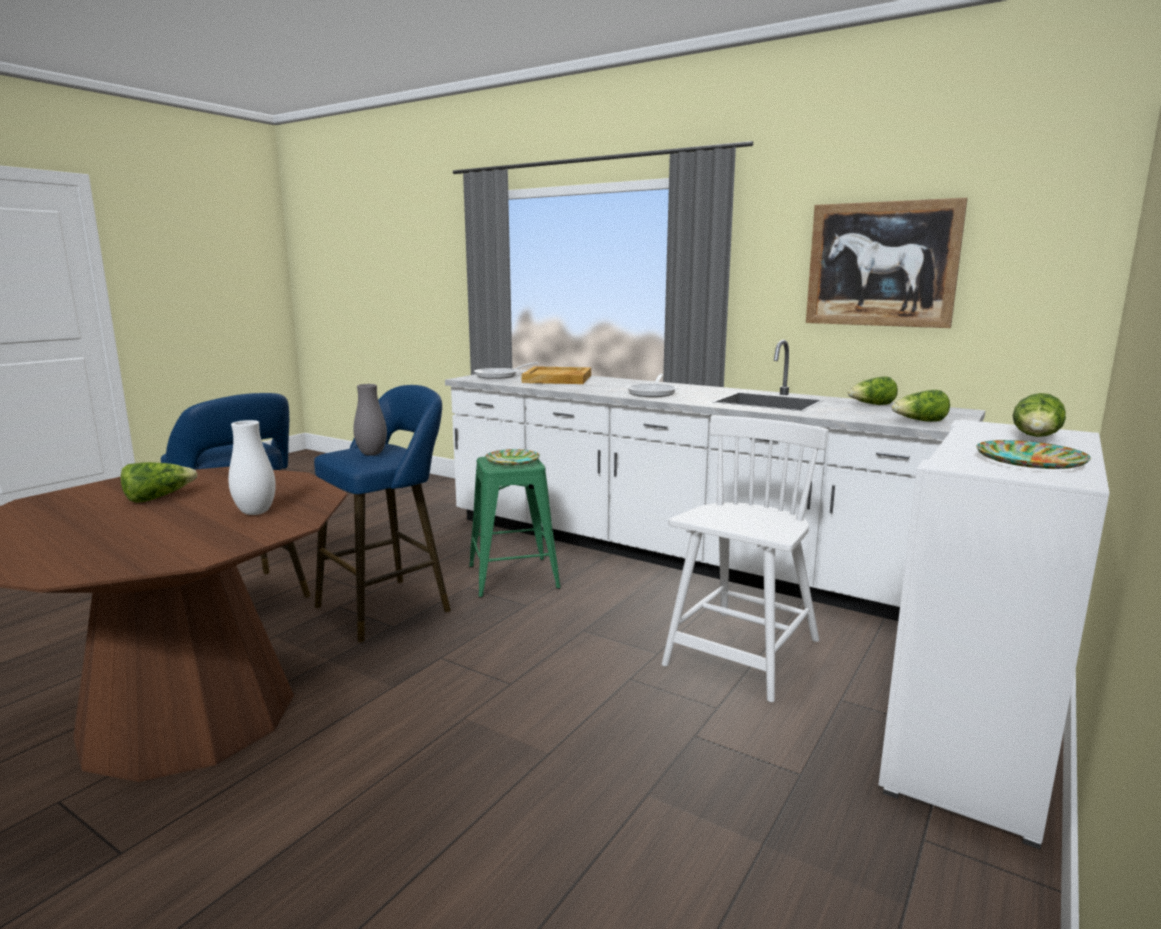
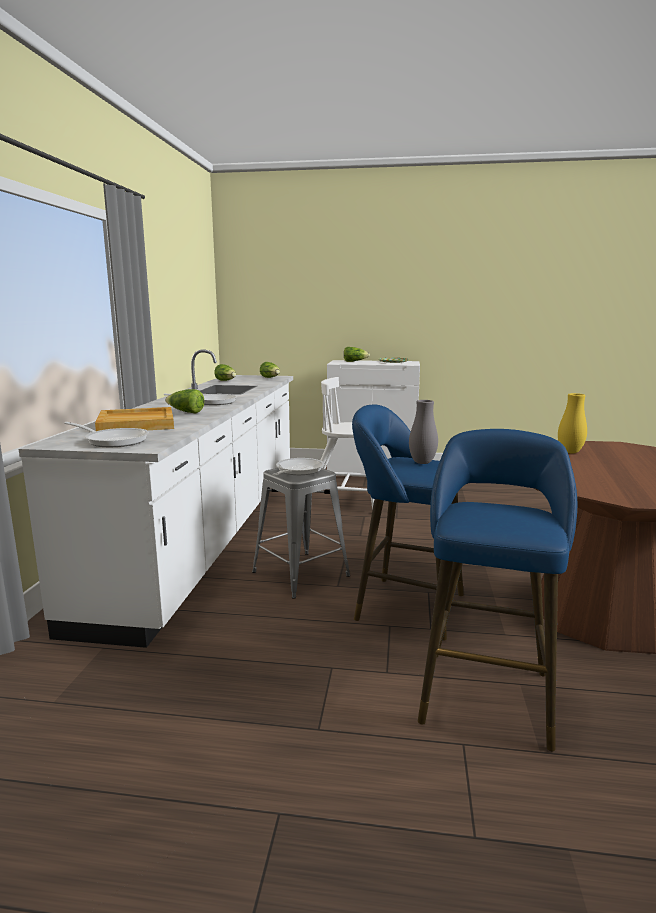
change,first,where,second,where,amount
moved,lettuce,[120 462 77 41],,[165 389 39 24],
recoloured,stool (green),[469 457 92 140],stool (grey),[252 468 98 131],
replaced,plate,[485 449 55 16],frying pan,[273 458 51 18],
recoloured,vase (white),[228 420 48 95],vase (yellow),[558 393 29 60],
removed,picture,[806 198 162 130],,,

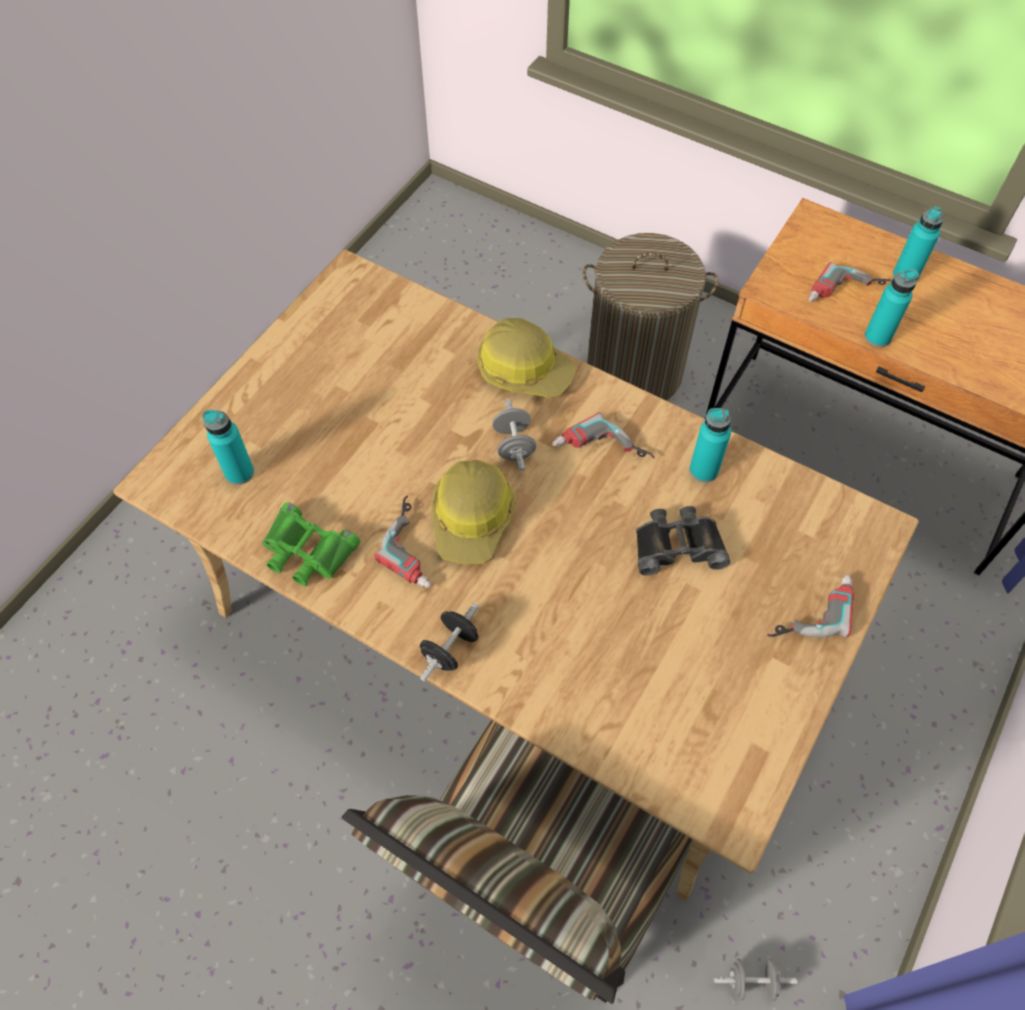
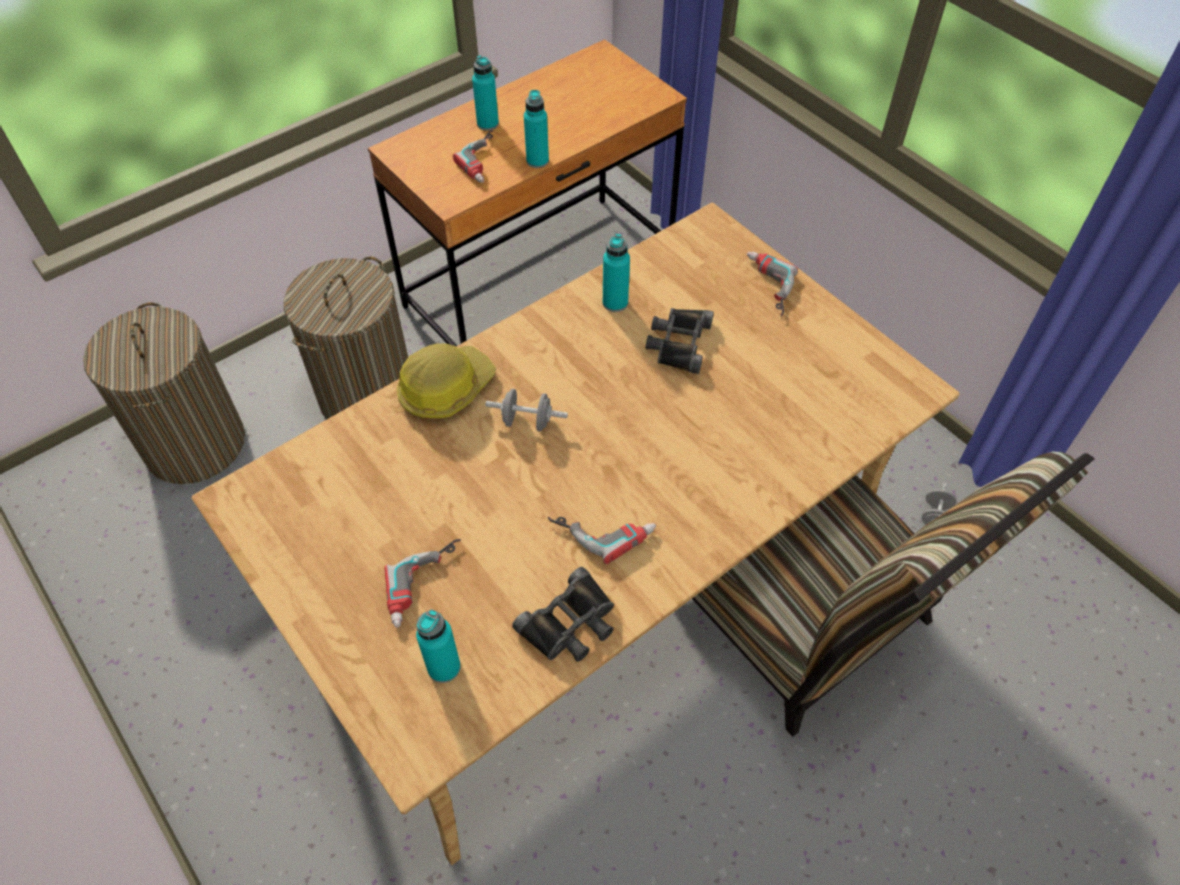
change,first,where,second,where,amount
added,,,laundry basket,[83 302 162 182],
moved,power drill,[552 412 103 46],,[385 539 76 89],
recoloured,binoculars (green),[262 502 98 84],binoculars (black),[512 567 102 95],
removed,dumbbell (black),[420 603 59 79],,,
removed,hard hat,[431 460 85 104],,,

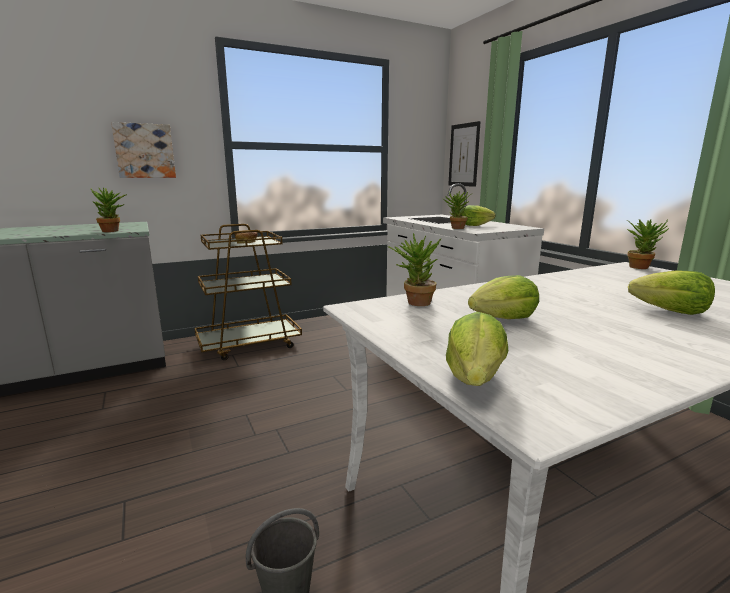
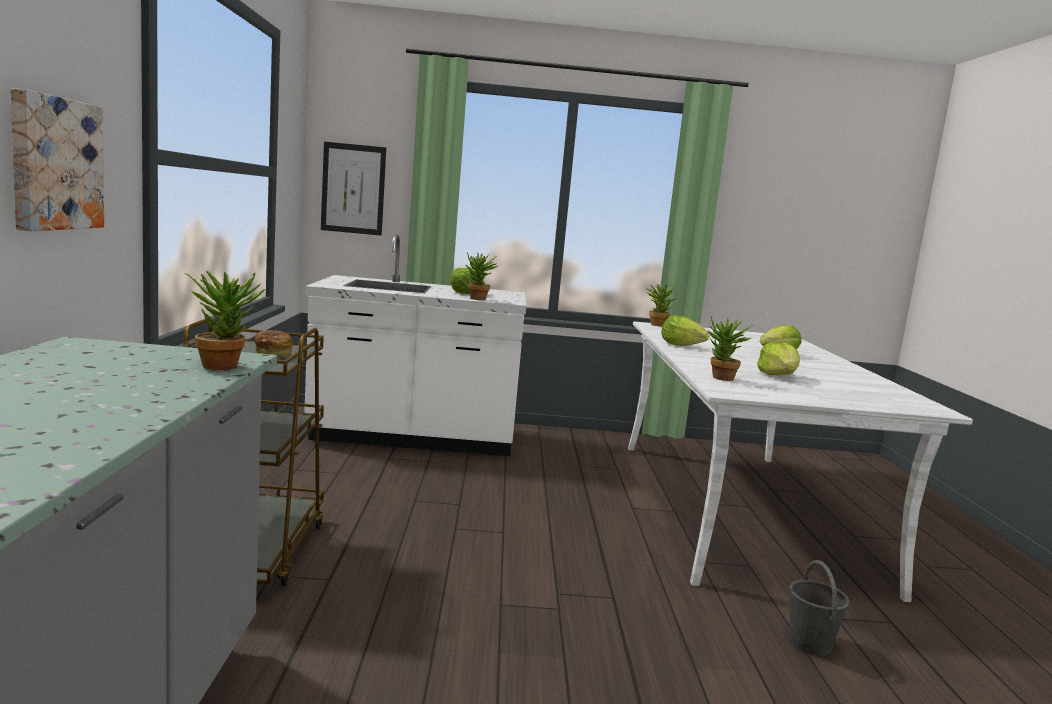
change,first,where,second,where,amount
moved,lettuce,[446 312 62 74],,[661 315 48 31],

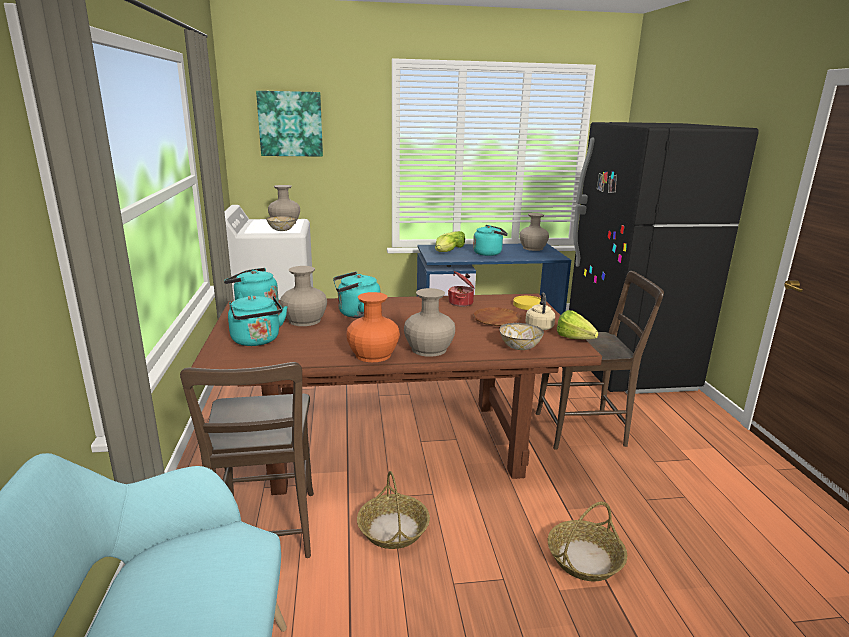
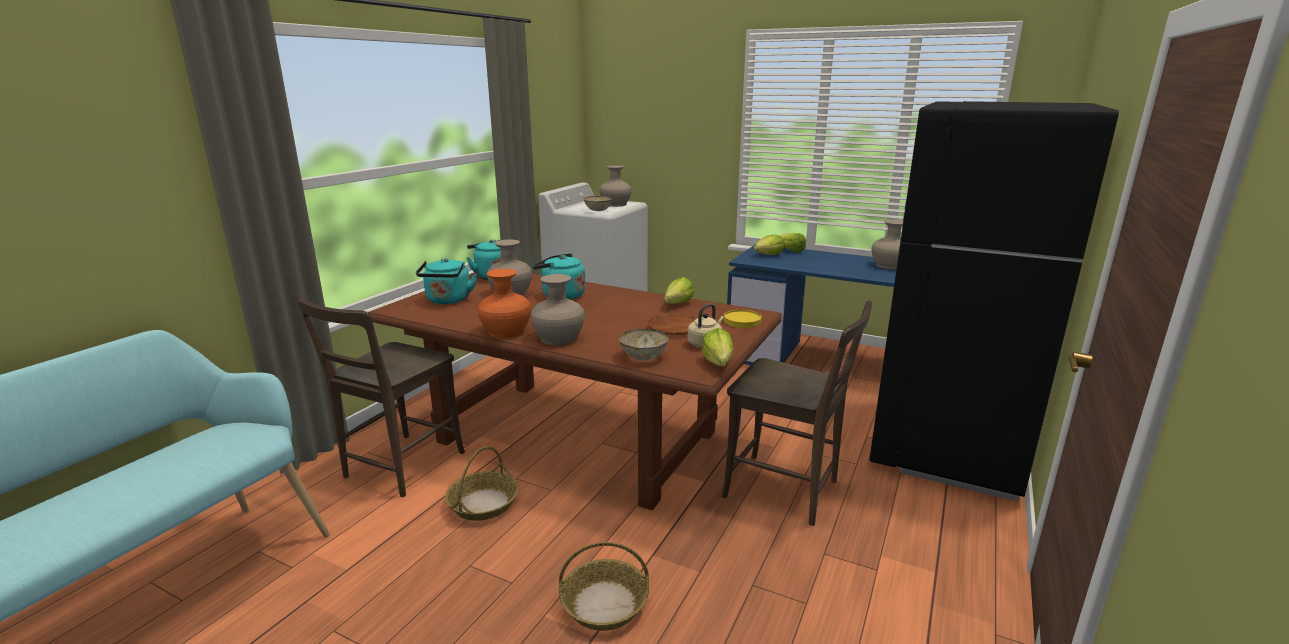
change,first,where,second,where,amount
replaced,cooking pot,[448 271 27 36],lettuce,[664 277 30 27],
removed,picture,[256 91 67 66],,,
removed,kettle (turquoise),[473 225 35 31],,,

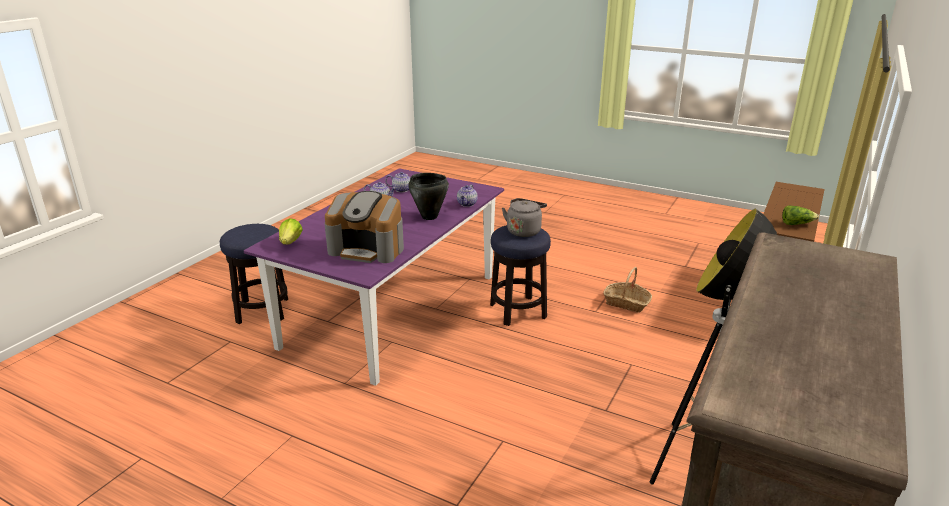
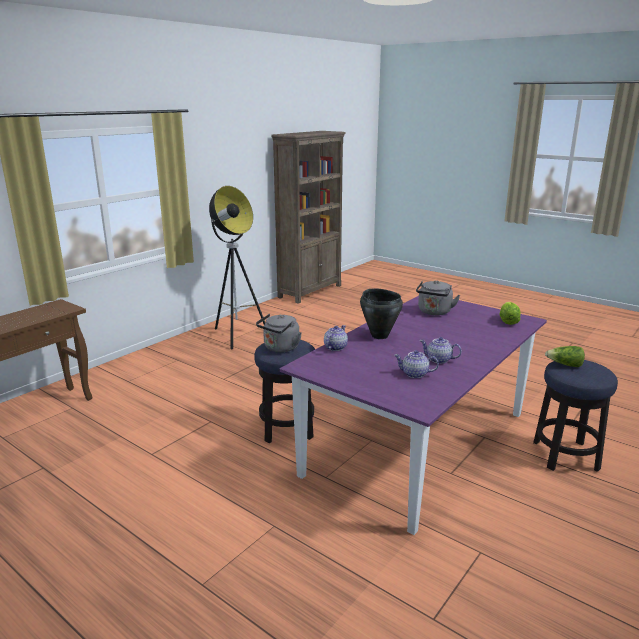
change,first,where,second,where,amount
replaced,coffee machine,[324 191 80 72],kettle (grey),[416 280 44 35],
moved,lettuce,[782 206 37 19],,[545 346 40 21],
removed,basket,[603 267 49 46],,,

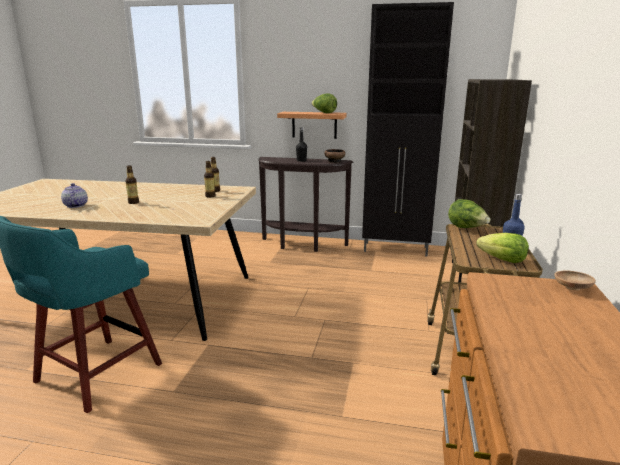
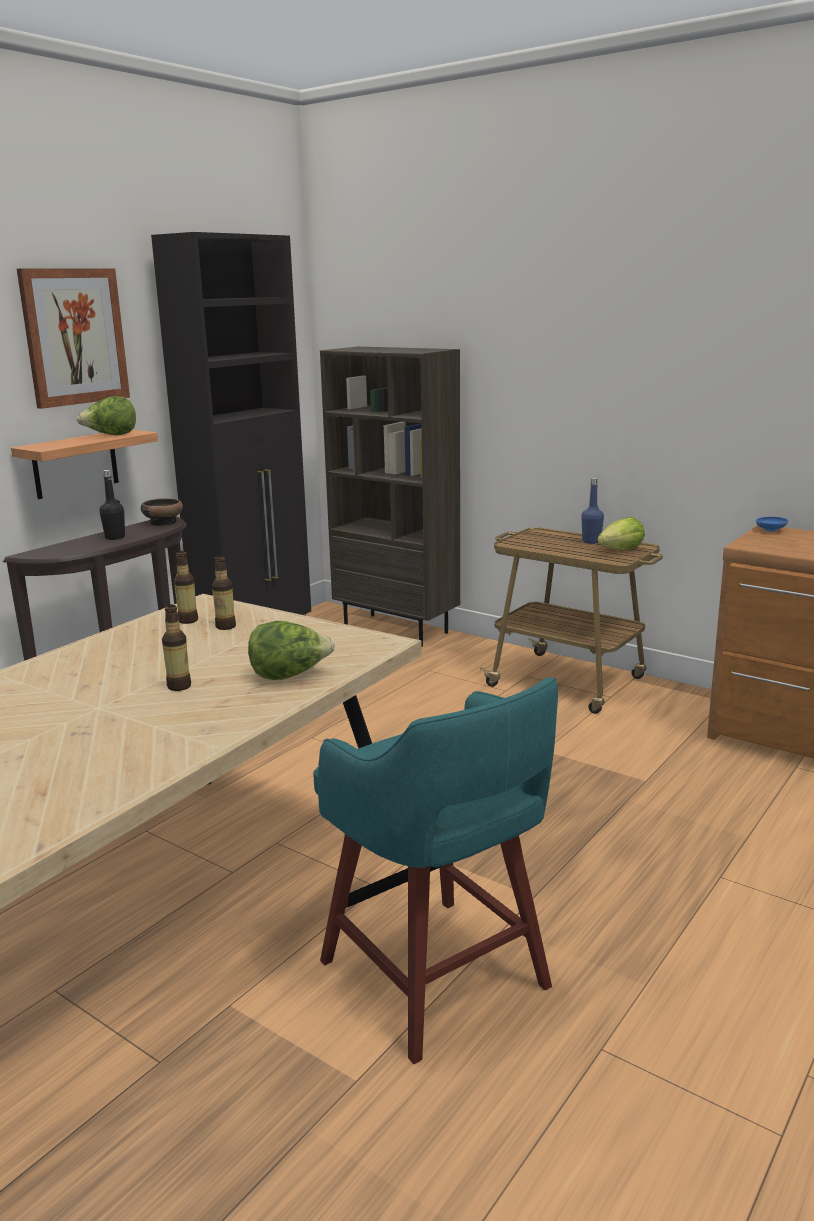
change,first,where,second,where,amount
added,,,picture,[17 268 113 141],
moved,lettuce,[448 199 42 29],,[248 621 87 59],
recoloured,bowl (brown),[555 270 41 20],bowl (blue),[756 517 32 14],
removed,teapot,[61 183 27 25],,,

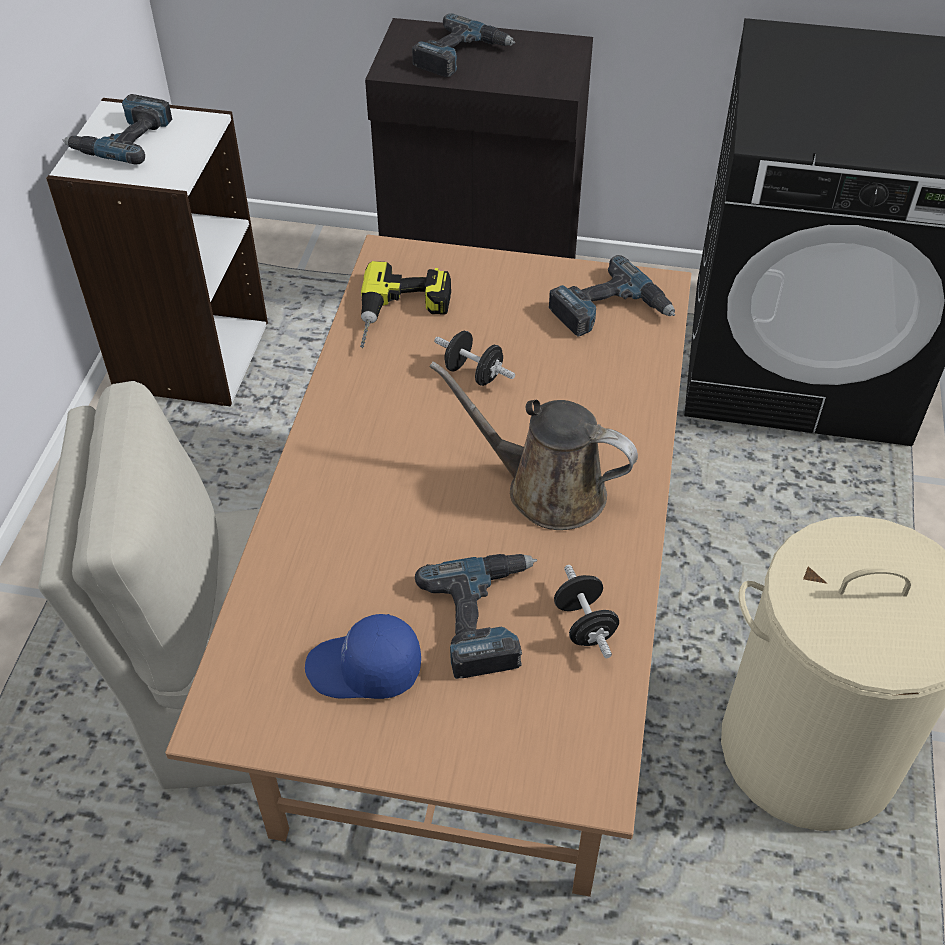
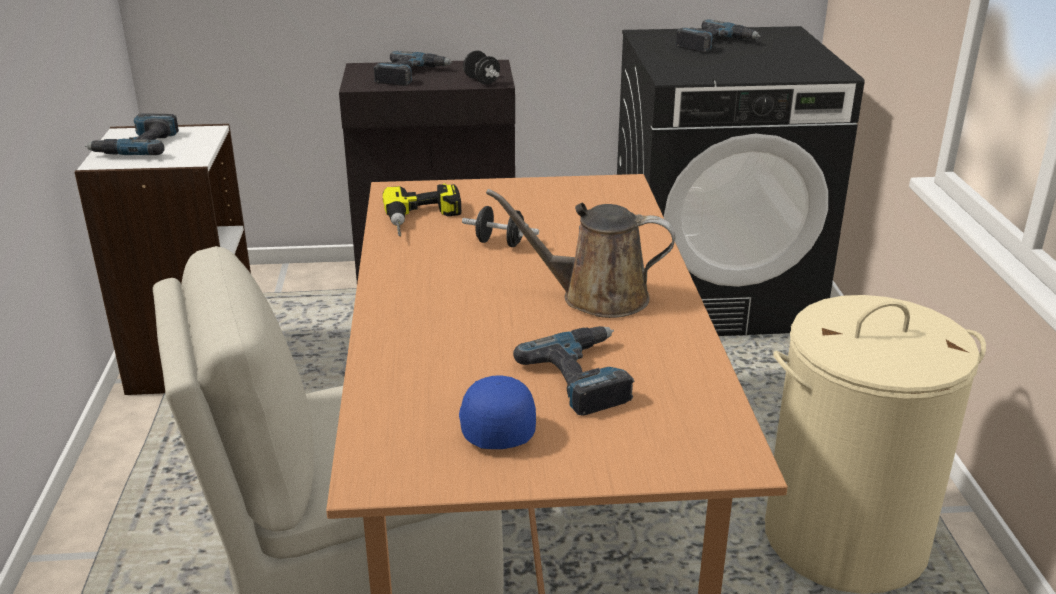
change,first,where,second,where,amount
turned,cap (blue),[305 614 116 85],,[459 375 77 74],90 degrees clockwise
moved,dumbbell (black),[554 565 65 93],,[463 50 37 34],
moved,power drill,[549 255 126 81],,[676 19 85 34],

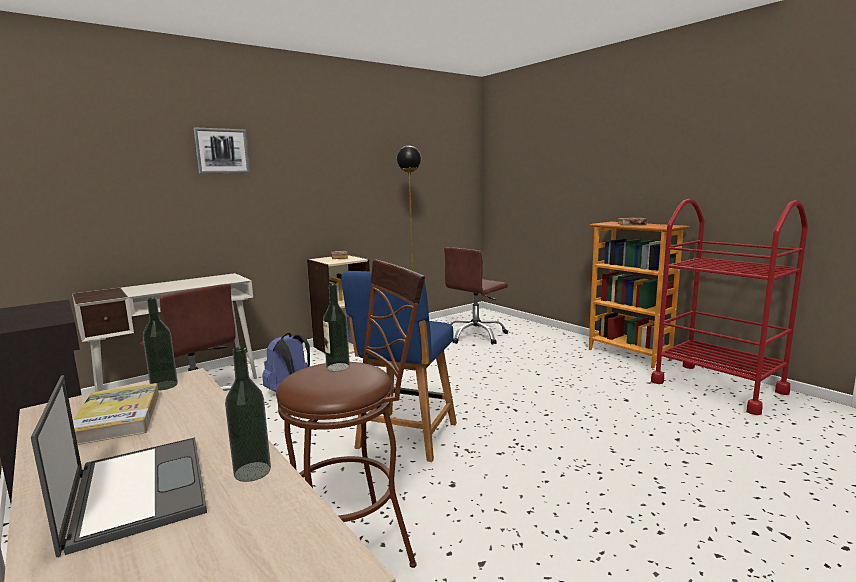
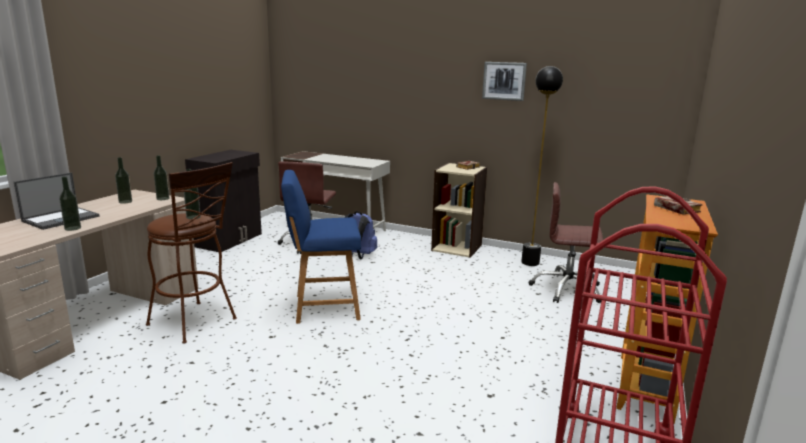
change,first,where,second,where,amount
replaced,book,[73 383 86 62],bottle,[115 157 17 47],
moved,picture,[193 127 57 47],,[482 62 45 39],

